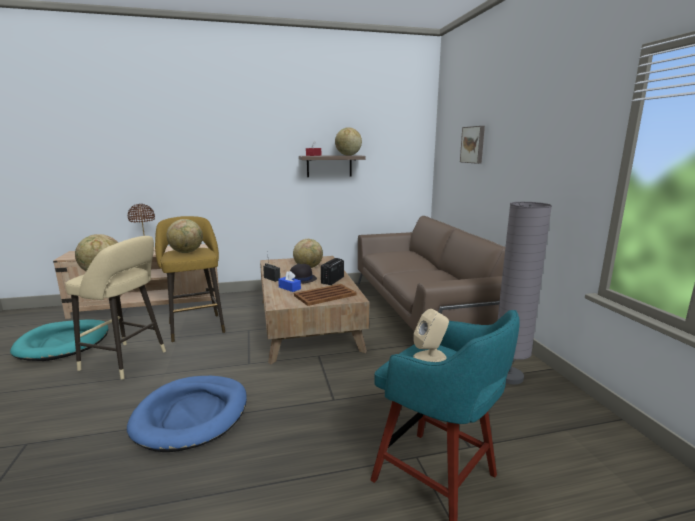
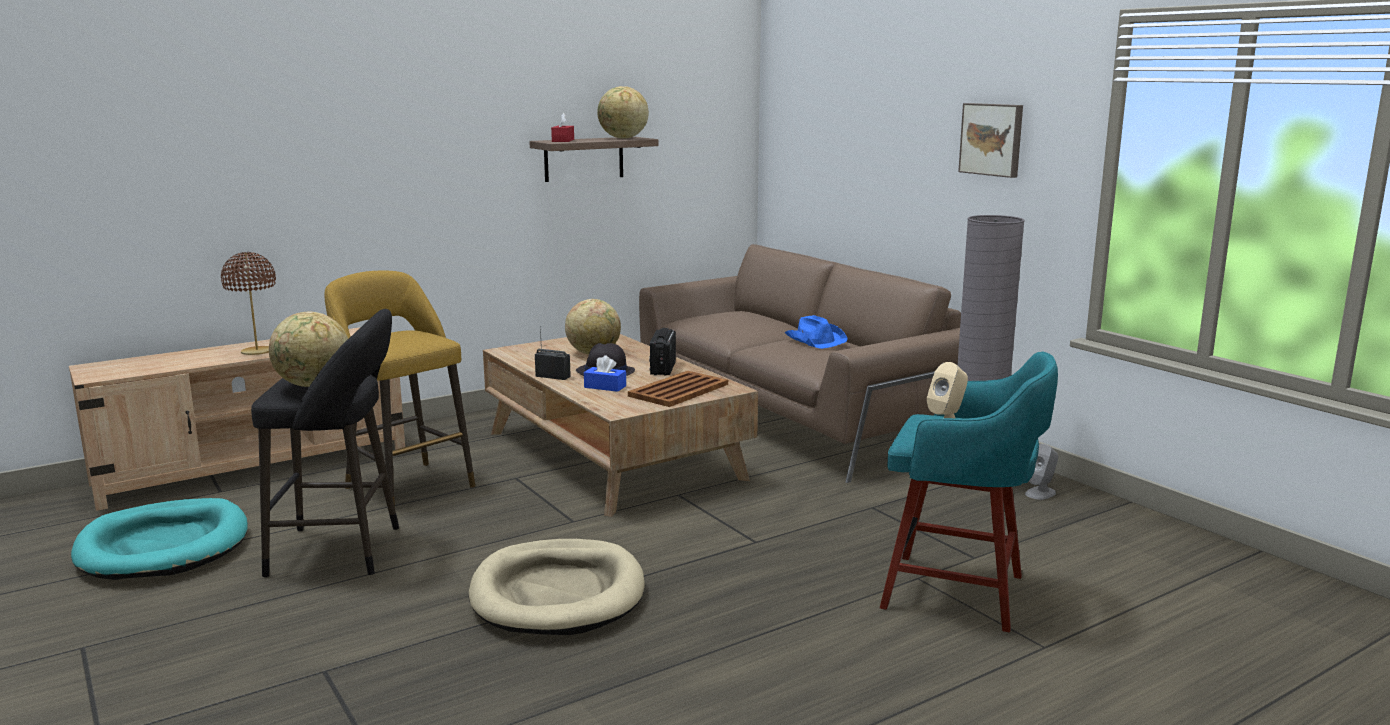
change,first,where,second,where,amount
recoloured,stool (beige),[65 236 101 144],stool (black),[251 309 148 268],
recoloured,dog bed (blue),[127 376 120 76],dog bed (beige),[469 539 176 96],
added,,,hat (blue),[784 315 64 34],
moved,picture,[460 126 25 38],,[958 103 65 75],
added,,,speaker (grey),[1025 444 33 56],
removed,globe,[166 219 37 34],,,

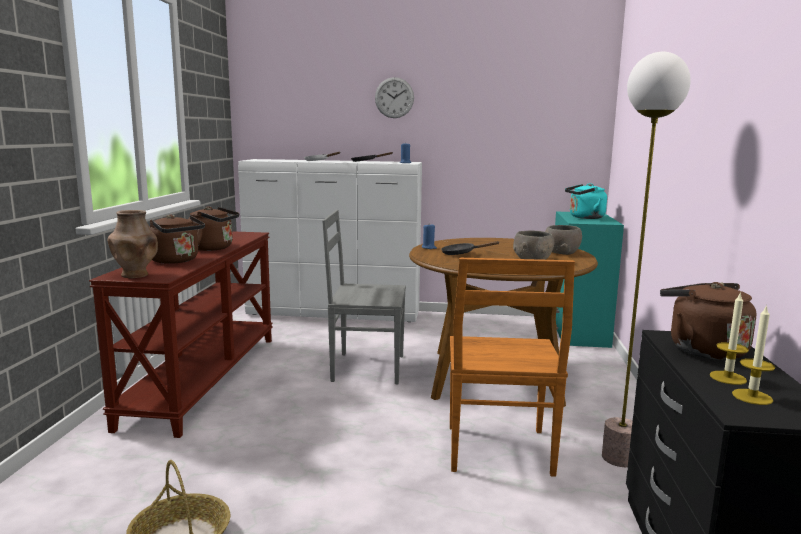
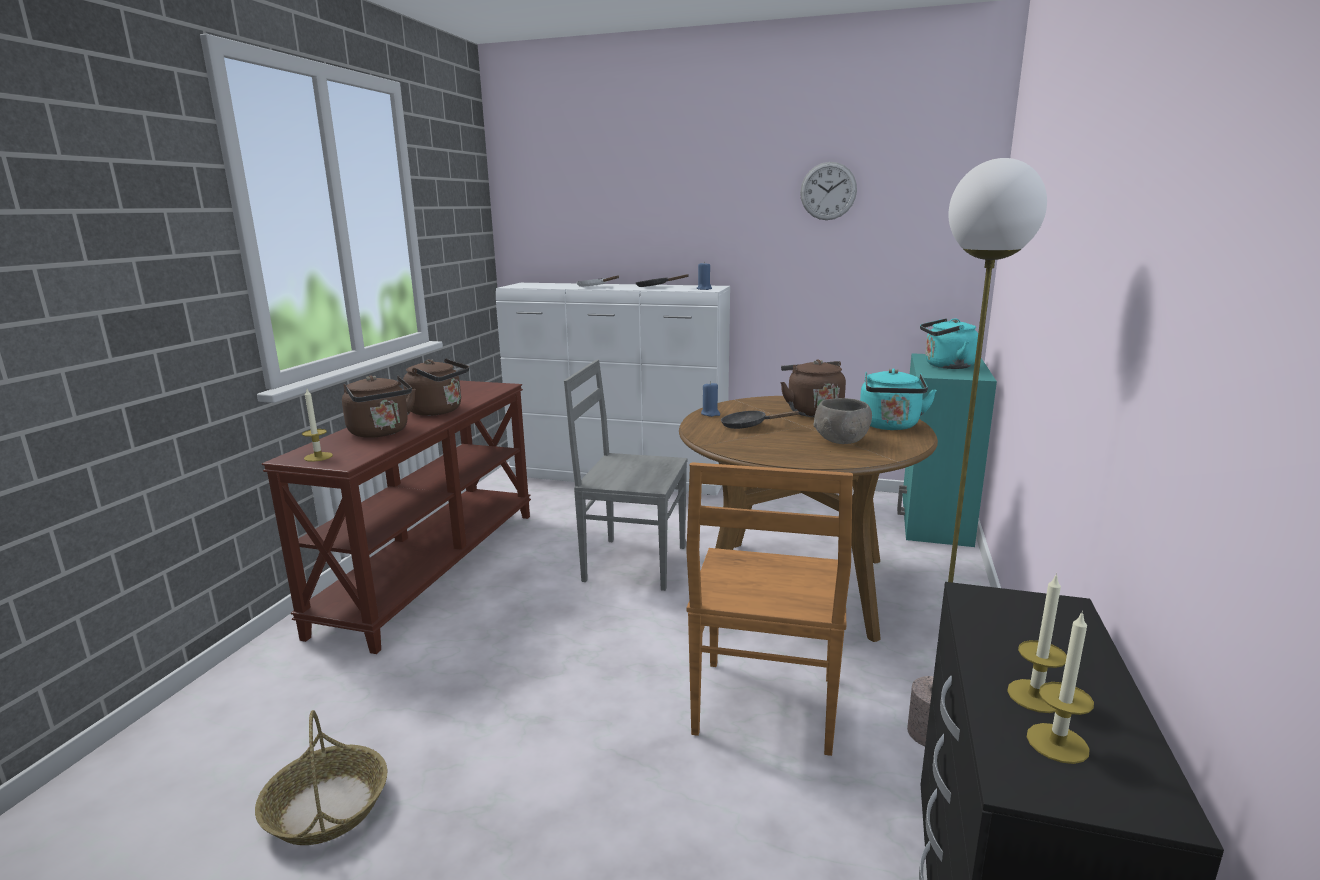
change,first,where,second,where,amount
replaced,vase (brown),[108 210 50 68],candle,[302 389 31 73],
moved,kettle (brown),[660 282 96 78],,[780 360 66 57],
moved,wall clock,[375 77 39 41],,[800 162 57 58],
replaced,bowl (grey),[545 225 37 30],kettle (turquoise),[860 368 77 62],

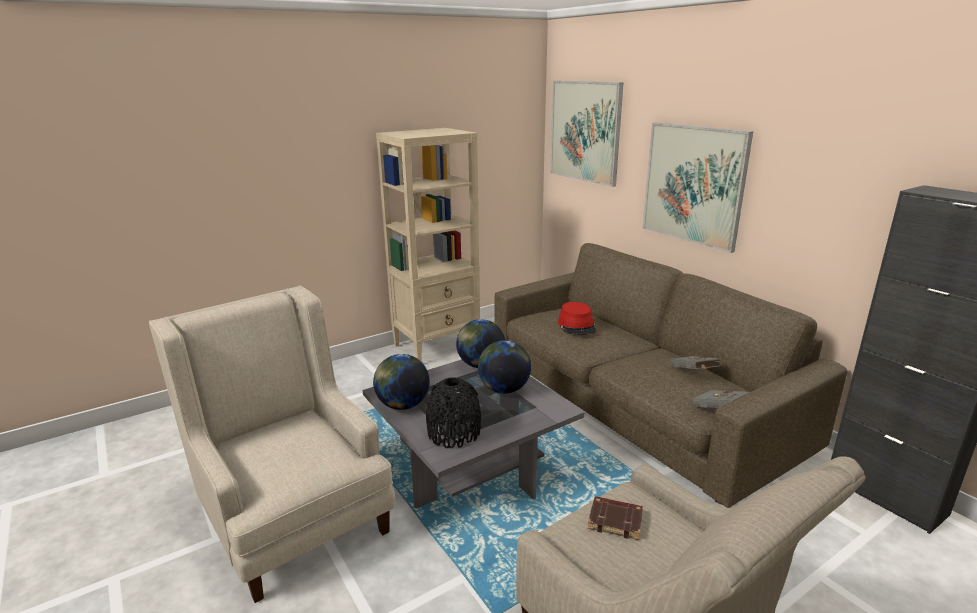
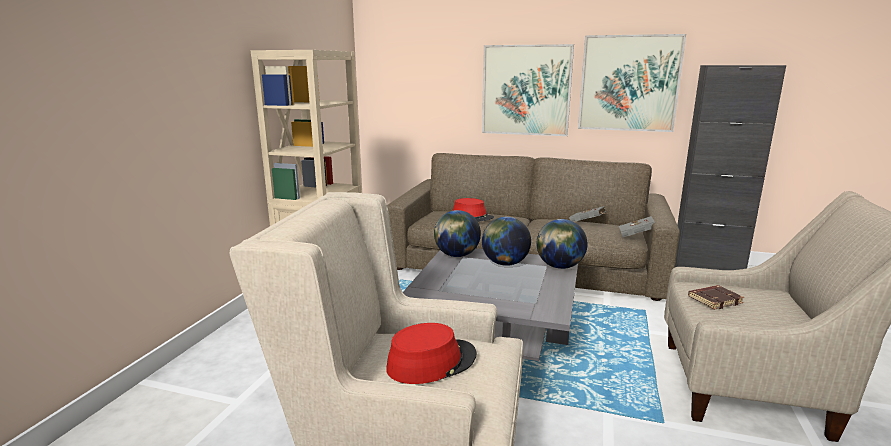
change,first,where,second,where,amount
added,,,hat (red),[386 323 91 61],
moved,globe,[373 354 57 56],,[537 219 51 50],
moved,picture,[550 80 73 107],,[578 34 108 98],
removed,vase (black),[426 377 55 71],,,

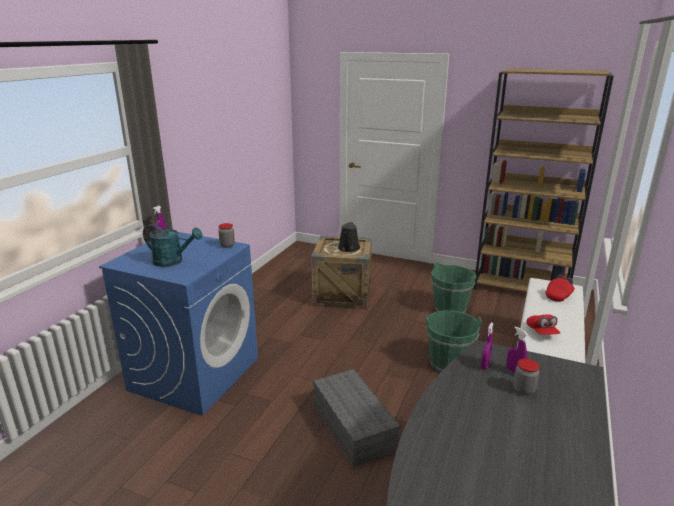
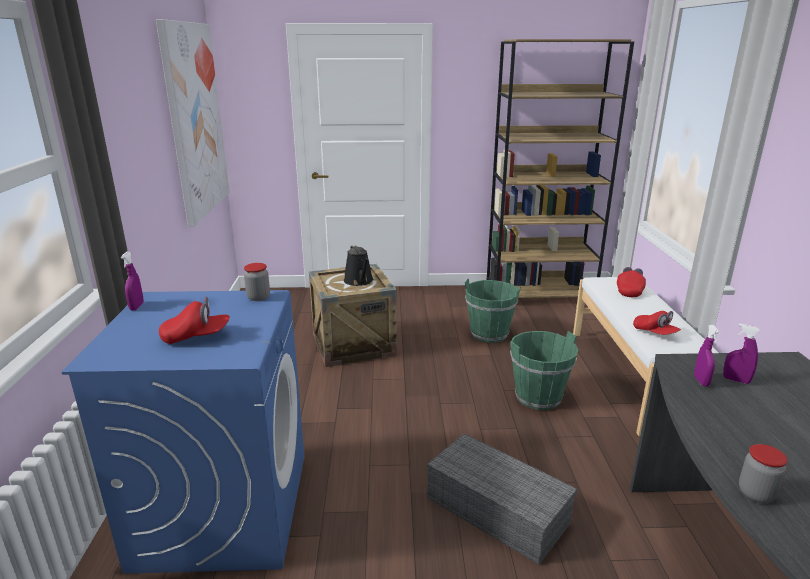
change,first,where,second,where,amount
added,,,picture,[156 19 74 207],
replaced,watering can (turquoise),[143 224 60 43],cap (red),[159 297 71 47],
moved,jar,[513 359 27 36],,[739 444 49 59],

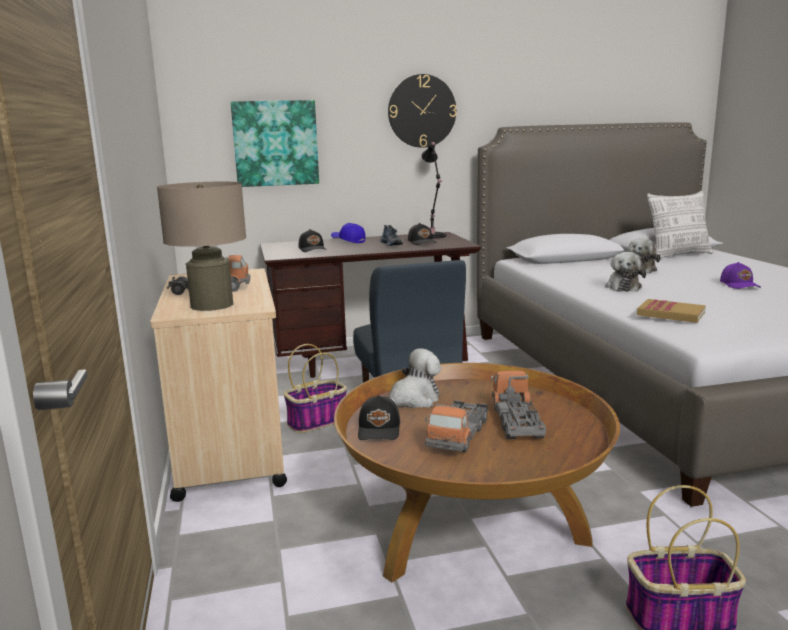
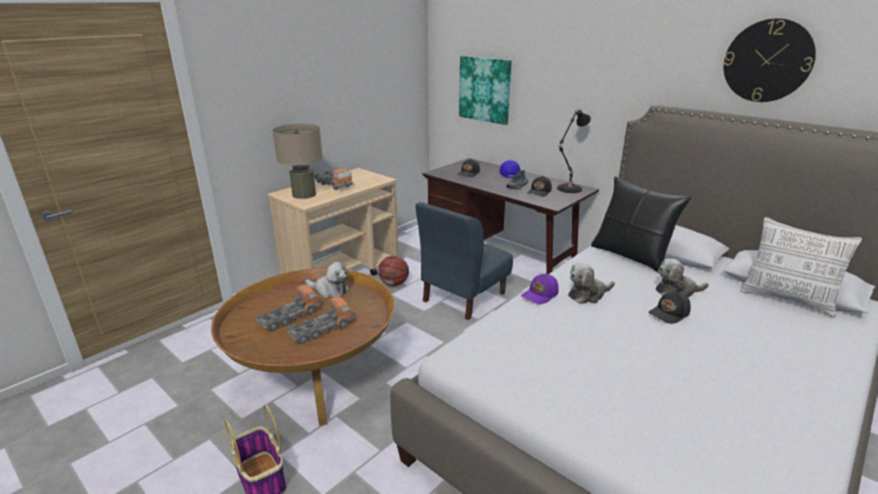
change,first,where,second,where,amount
turned,toy truck,[425 400 63 52],,[256 285 65 46],150 degrees clockwise
replaced,basket,[284 344 63 89],basketball,[378 256 31 30],
moved,cap (purple),[720 262 41 27],,[521 274 38 30],
added,,,pillow (black),[591 176 100 97],
moved,cap (black),[358 395 42 45],,[648 291 43 33],
moved,wall clock,[388 74 69 74],,[724 18 92 84],
removed,book,[637 299 69 24],,,

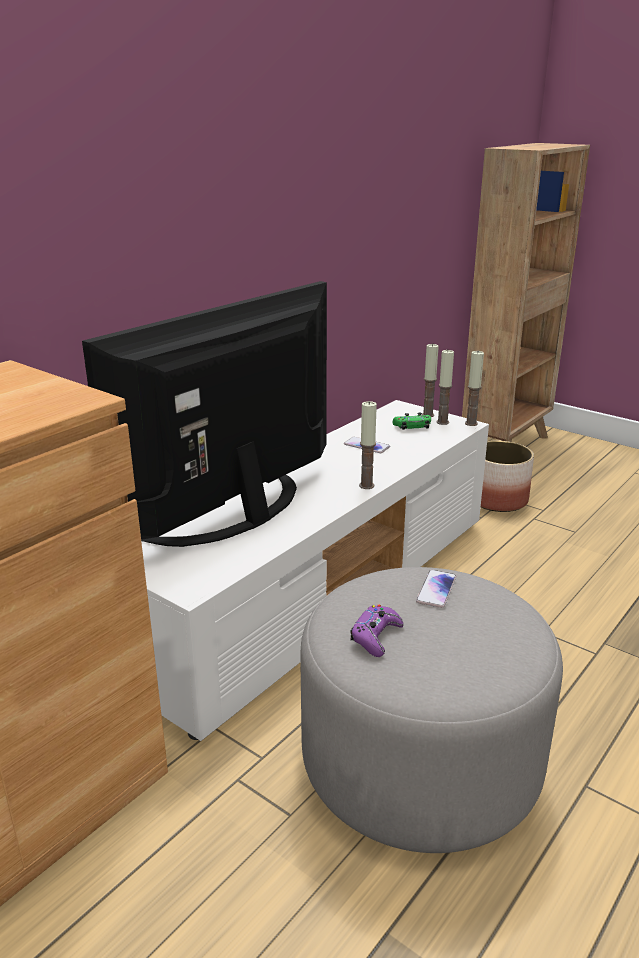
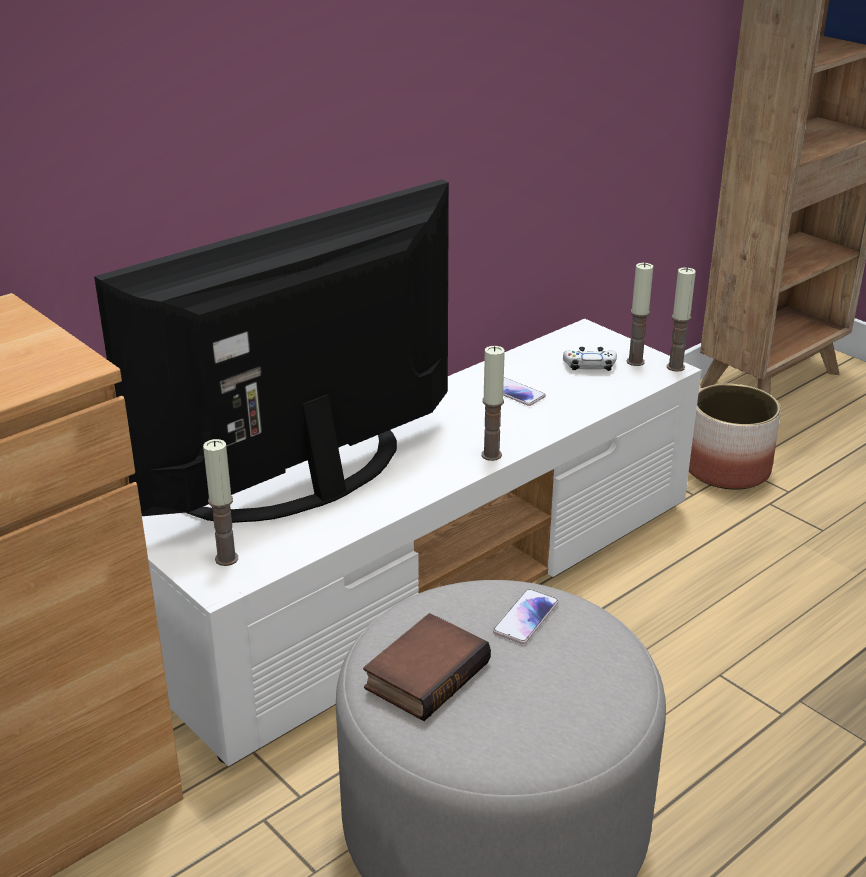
change,first,where,second,where,amount
moved,candle,[422 344 17 73],,[203 439 35 127],
replaced,game controller (purple),[350 605 54 52],book,[363 613 128 108],
recoloured,game controller (green),[392 412 39 18],game controller (white),[563 347 54 24],

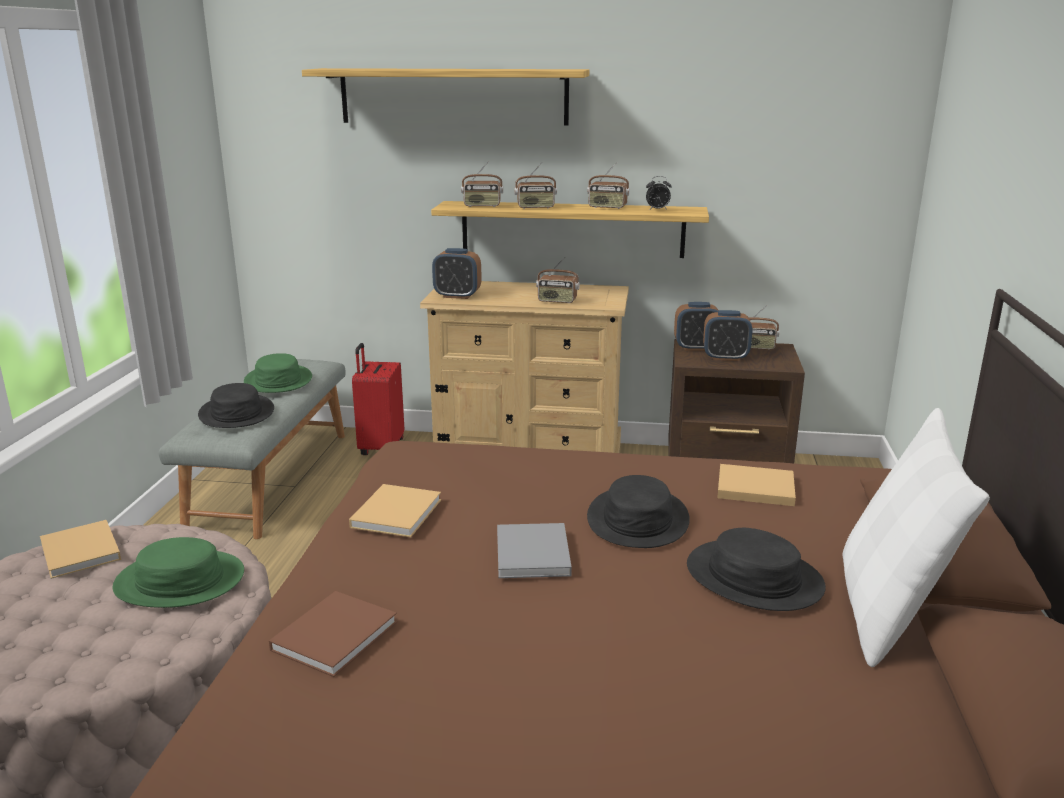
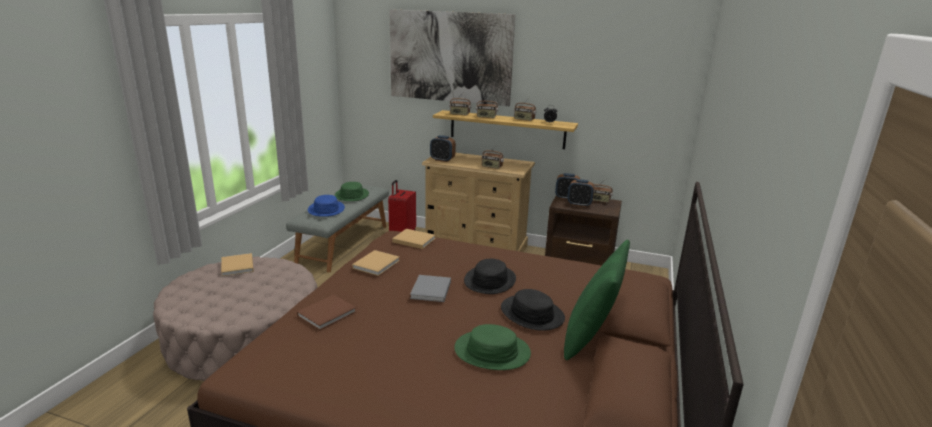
change,first,where,second,where,amount
recoloured,hat (black),[198 383 76 45],hat (blue),[308 195 37 22],
replaced,shelf,[302 68 287 57],picture,[389 9 127 97],
moved,book (beige),[717 464 79 42],,[392 229 44 20],
moved,hat (green),[113 537 131 71],,[454 324 77 46],
recoloured,pillow (white),[843 408 147 259],pillow (green),[564 240 66 120],

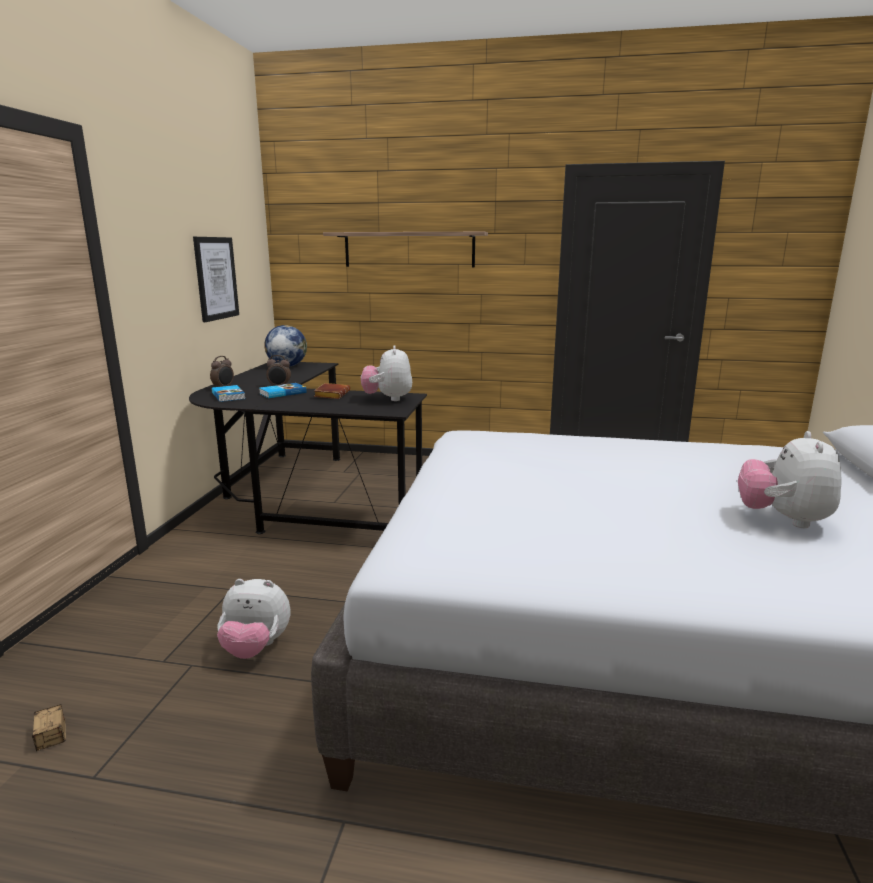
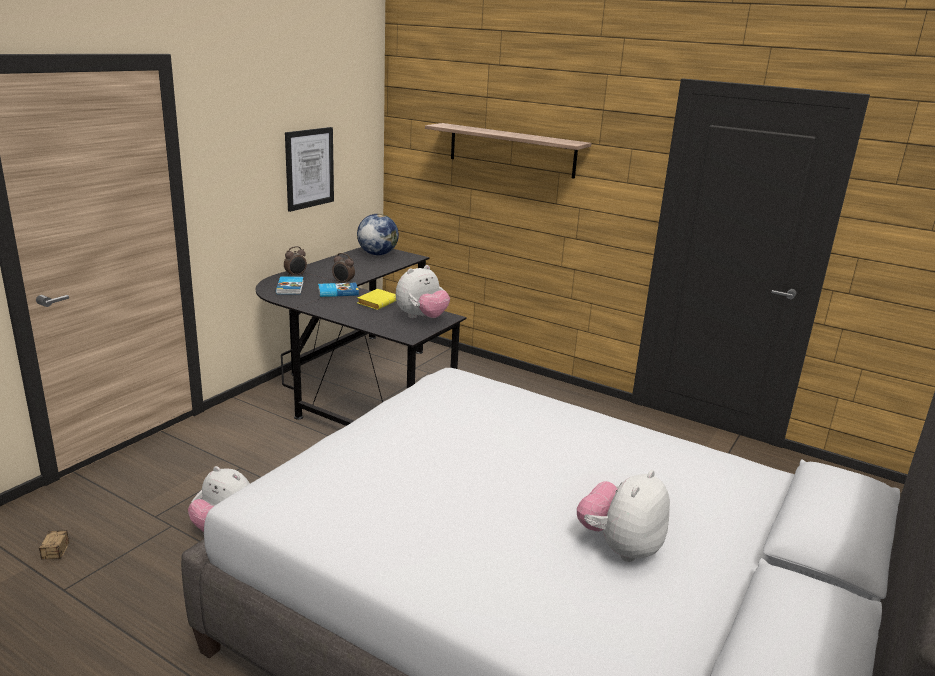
change,first,where,second,where,amount
recoloured,book (brown),[314 383 36 16],book (yellow),[358 289 38 21],
turned,plush toy,[361 345 51 56],,[396 265 54 53],150 degrees counterclockwise

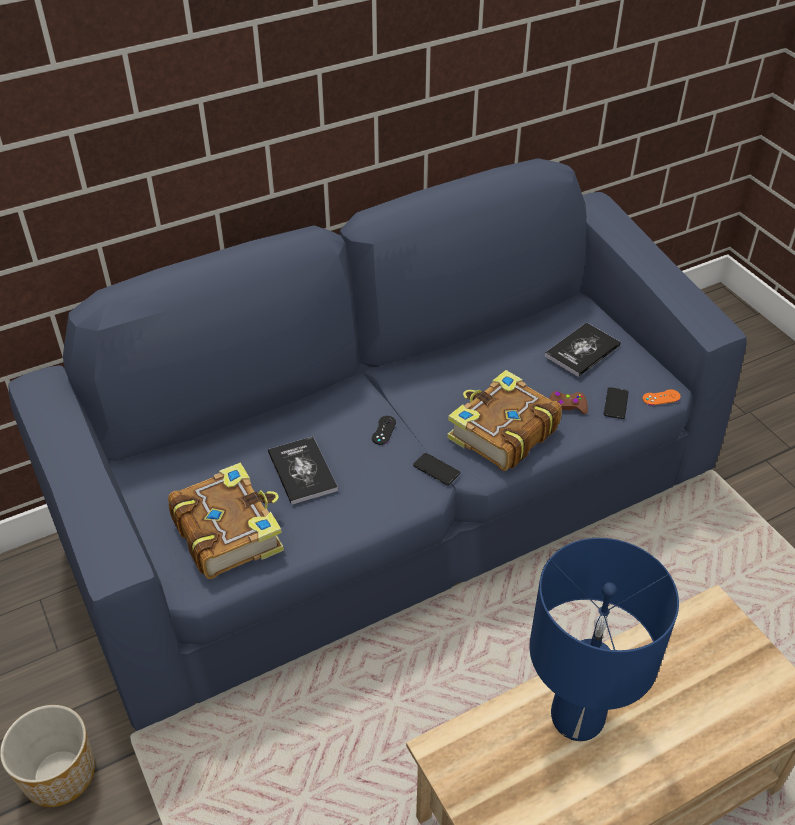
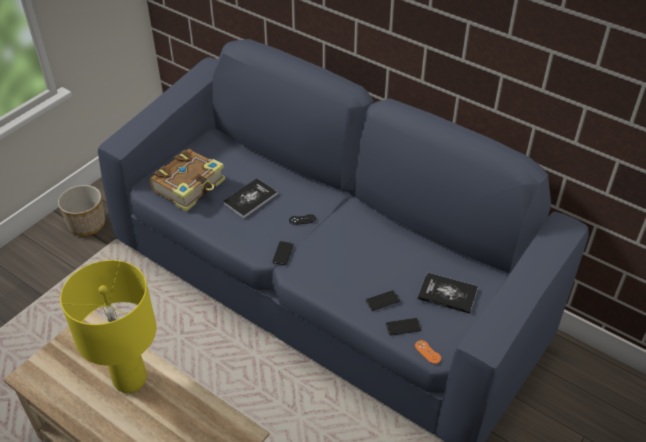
change,first,where,second,where,amount
recoloured,table lamp (blue),[529 538 150 203],table lamp (yellow),[60 260 97 133],
replaced,game controller (brown),[549 391 39 23],phone,[366 291 34 20],
removed,book,[447 370 115 101],,,

